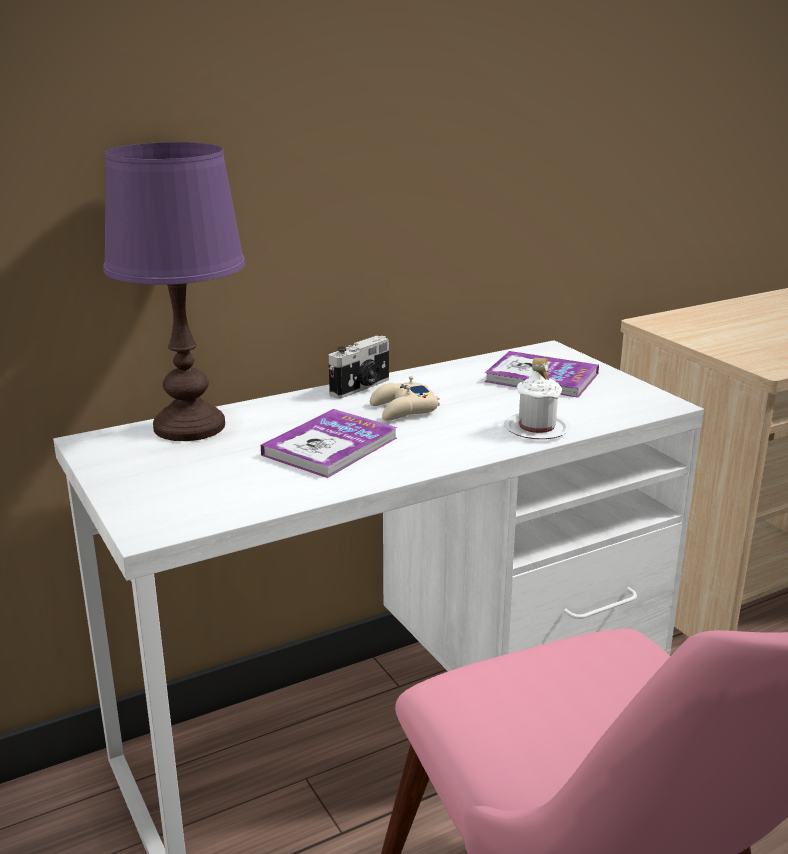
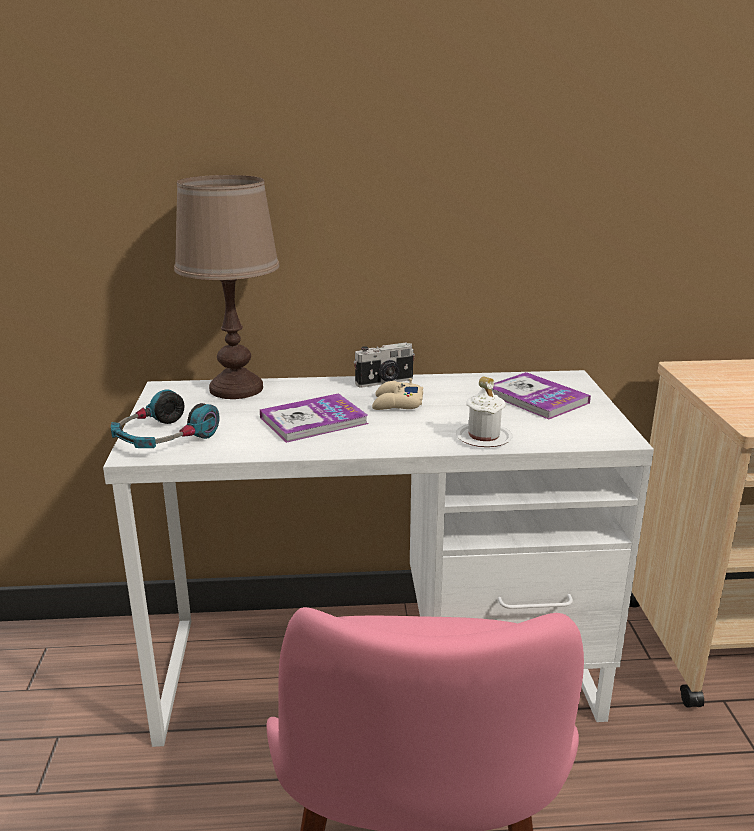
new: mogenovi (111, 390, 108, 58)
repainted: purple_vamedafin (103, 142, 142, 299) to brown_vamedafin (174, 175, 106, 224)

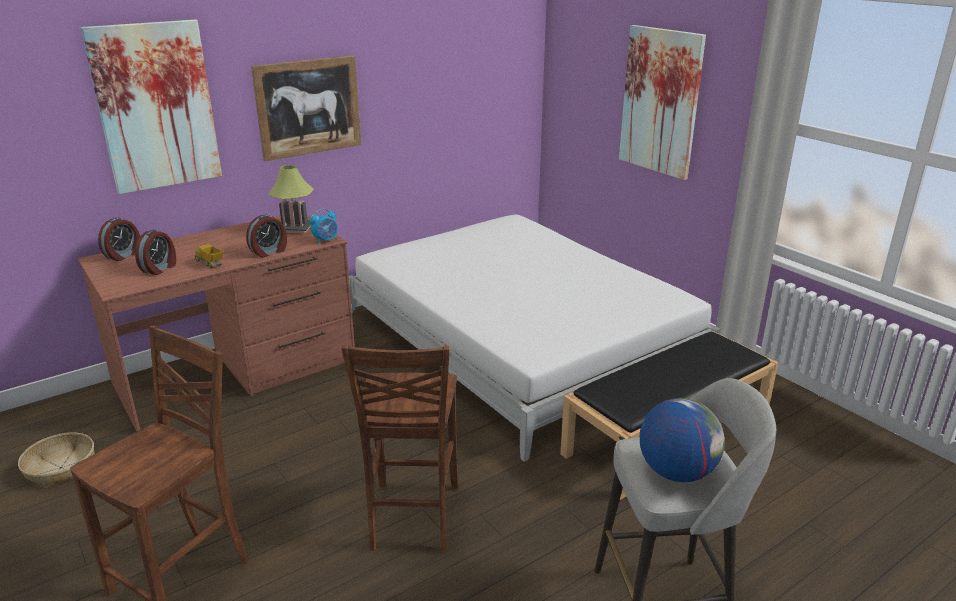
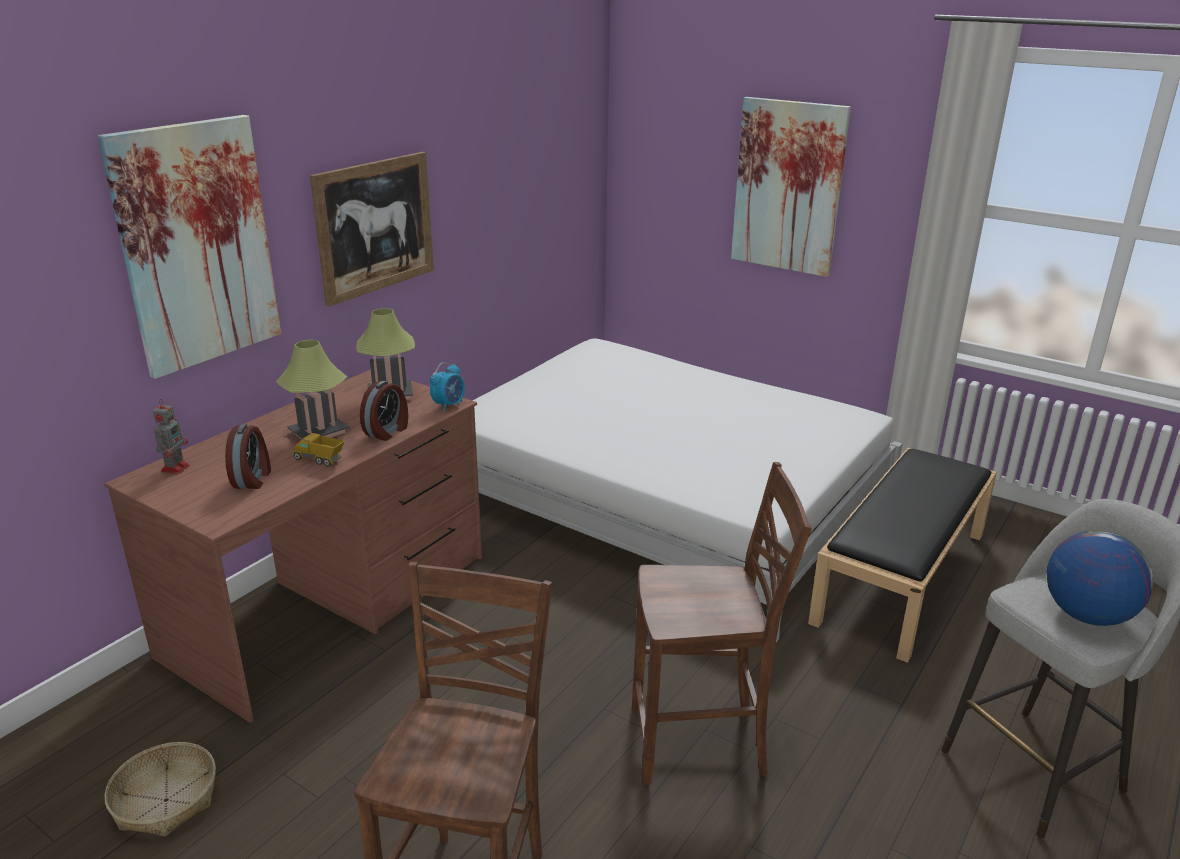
new: vamedafin (276, 340, 73, 99)
swapped: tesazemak (98, 217, 42, 44) to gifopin (153, 399, 37, 75)
rotated: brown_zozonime (341, 345, 117, 207) = (632, 462, 180, 323) 75 degrees counterclockwise

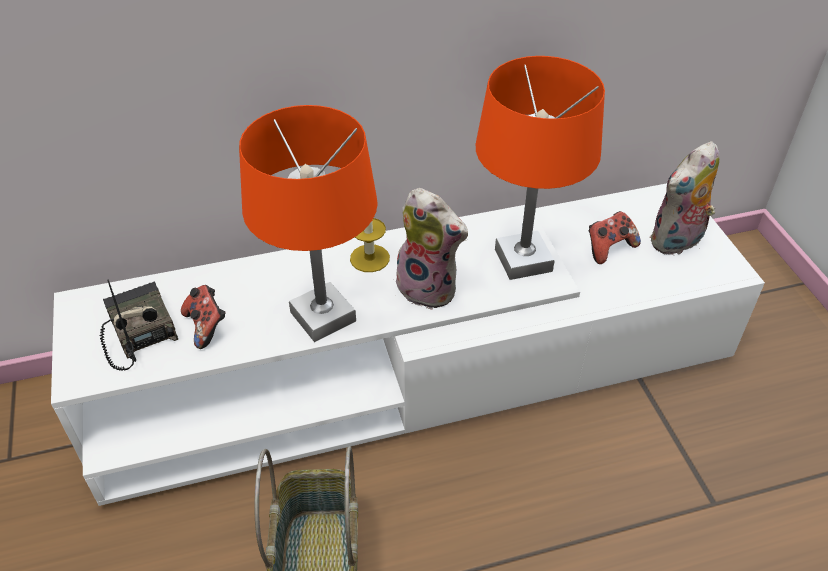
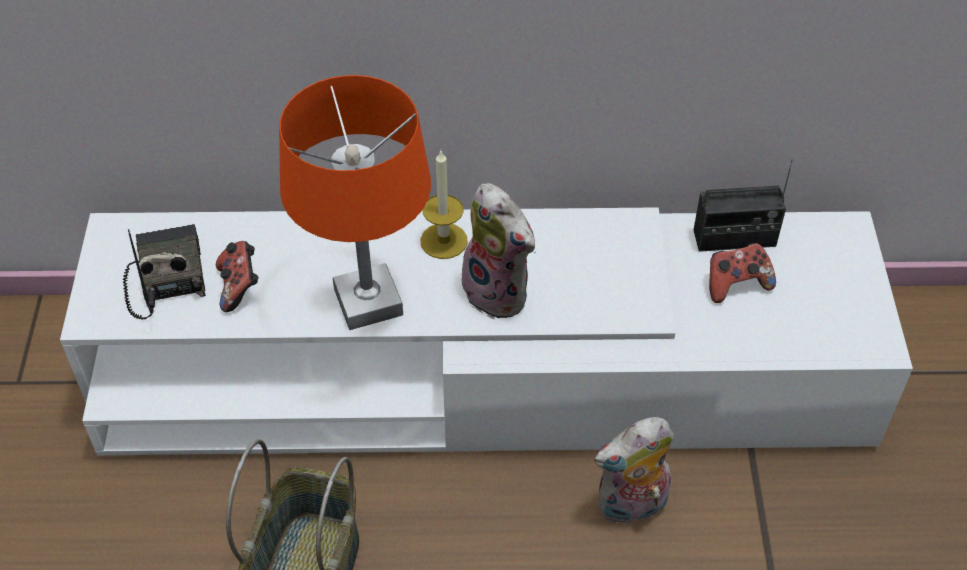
gone: orange_vamedafin (476, 56, 129, 224)
new: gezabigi (694, 160, 99, 92)
shifted: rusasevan (649, 141, 70, 114) to (594, 417, 79, 108)

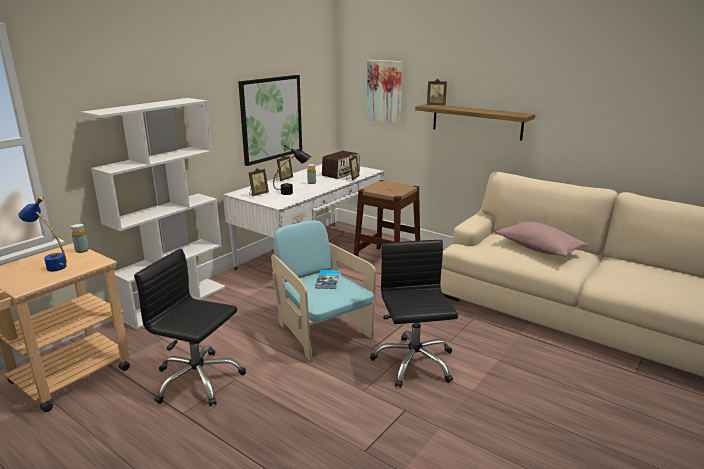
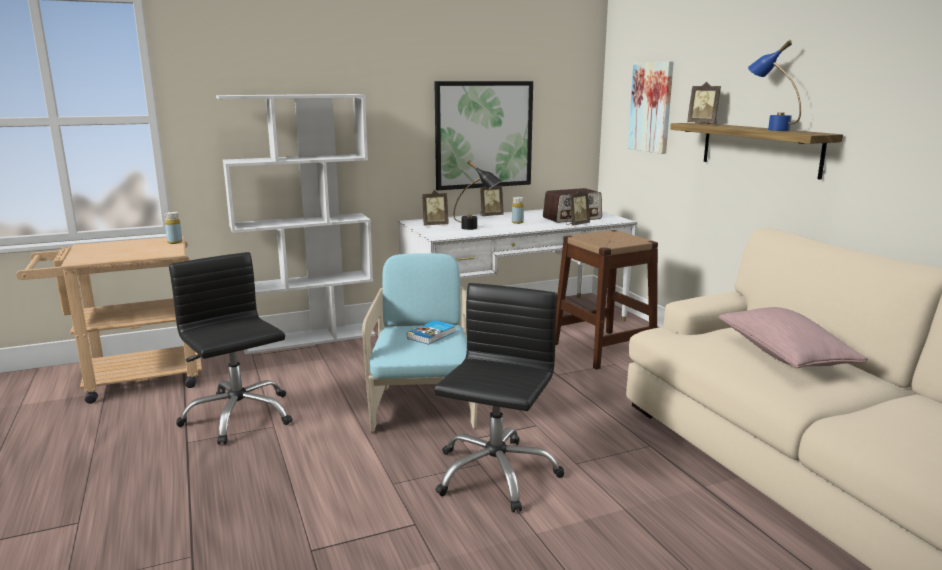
shifted: blue_vamedafin (18, 196, 49, 75) to (748, 40, 53, 91)

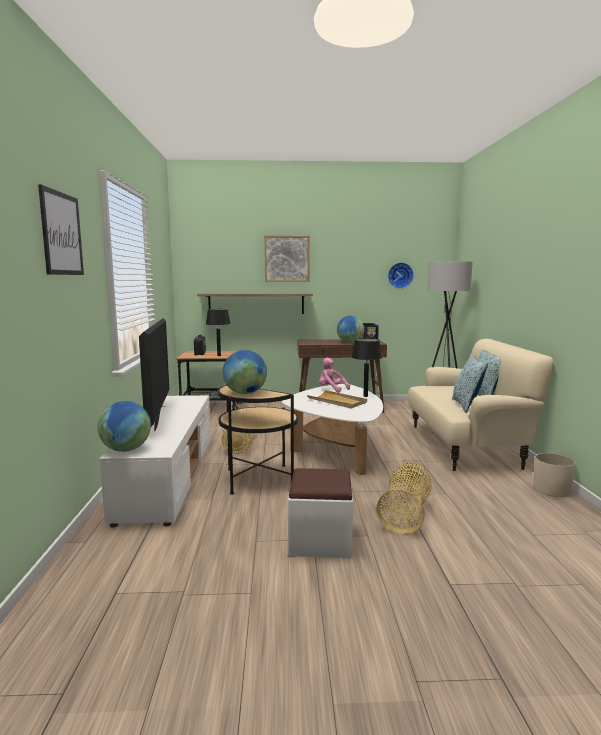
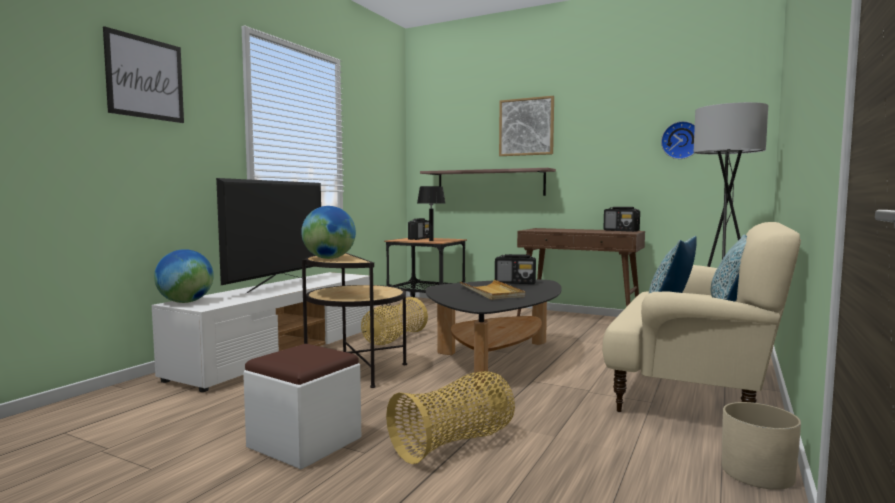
gone: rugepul (337, 316, 27, 27); black_vamedafin (352, 338, 30, 59)
swapped: pink_rusasevan (319, 357, 31, 36) to gezabigi (495, 254, 41, 30)
repainted: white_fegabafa (282, 384, 101, 91) to black_fegabafa (426, 280, 136, 111)

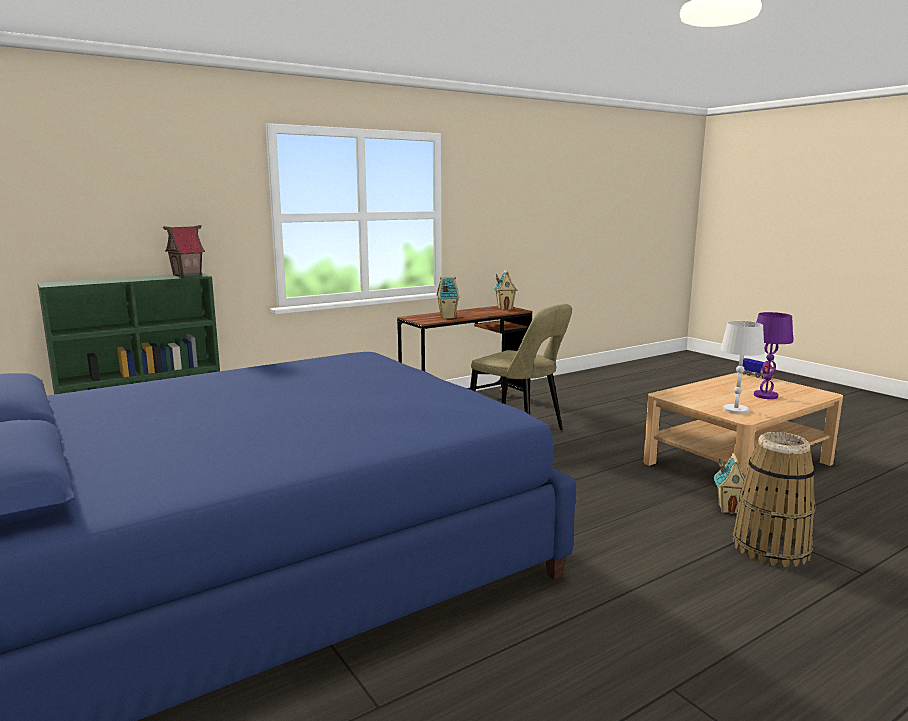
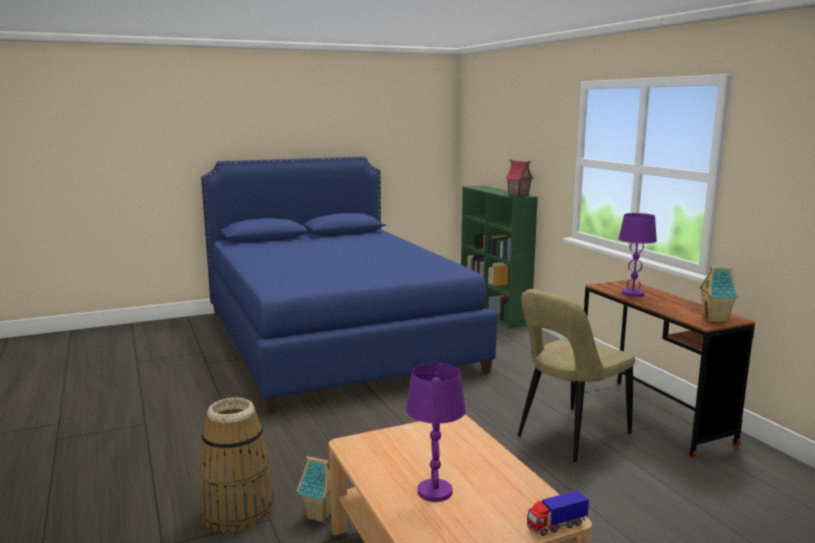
gone: white_vamedafin (721, 321, 44, 93)
swapped: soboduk (437, 276, 23, 42) to purple_vamedafin (619, 213, 38, 84)

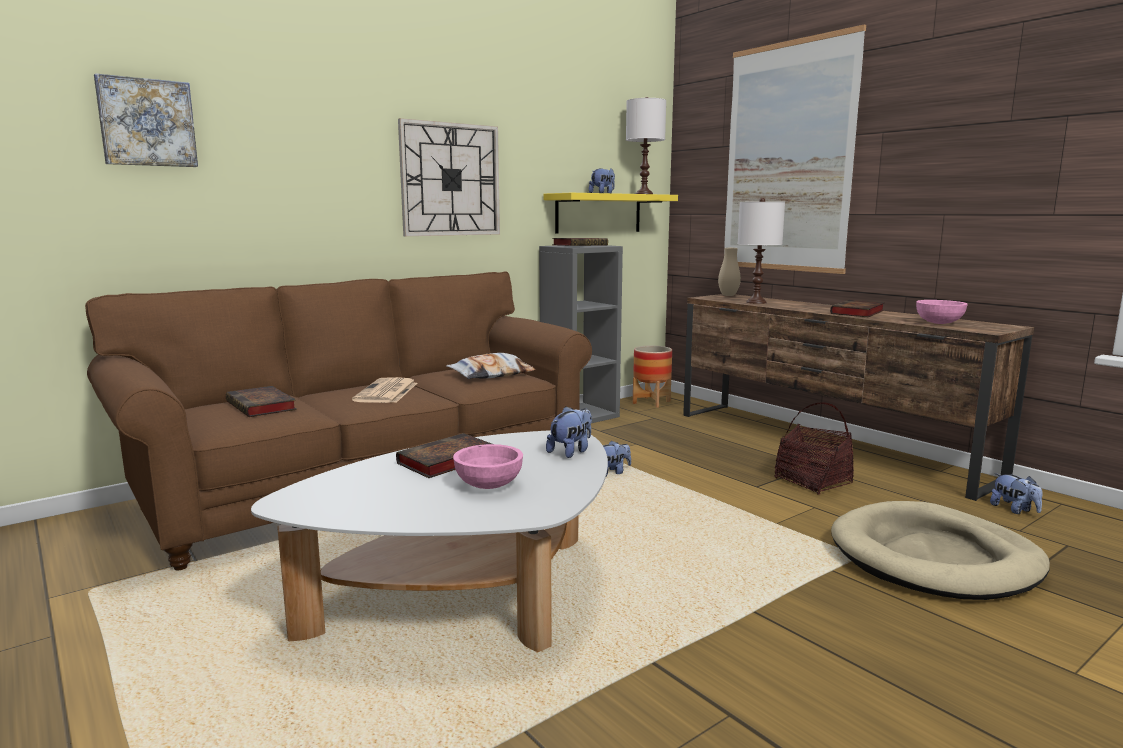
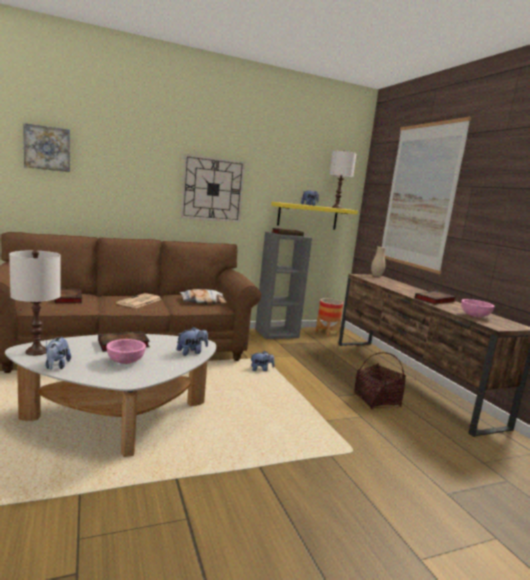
gone: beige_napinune (831, 501, 219, 99)
shifted: white_vamedafin (738, 198, 47, 106) to (9, 250, 52, 106); rusasevan (990, 473, 52, 41) to (45, 336, 26, 34)

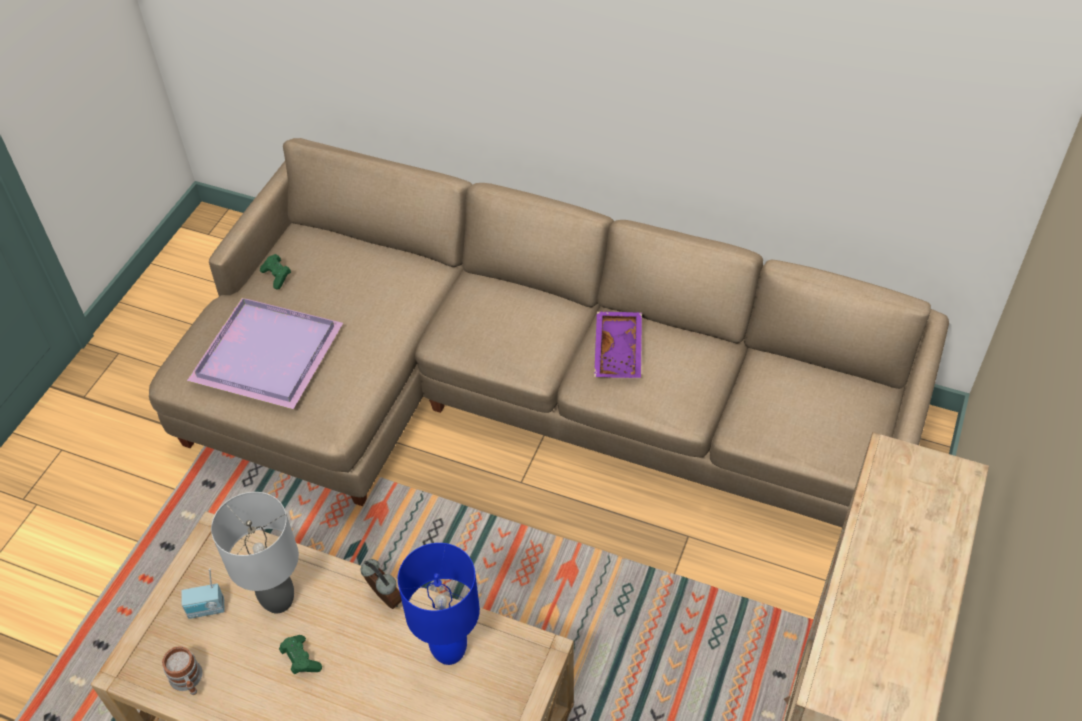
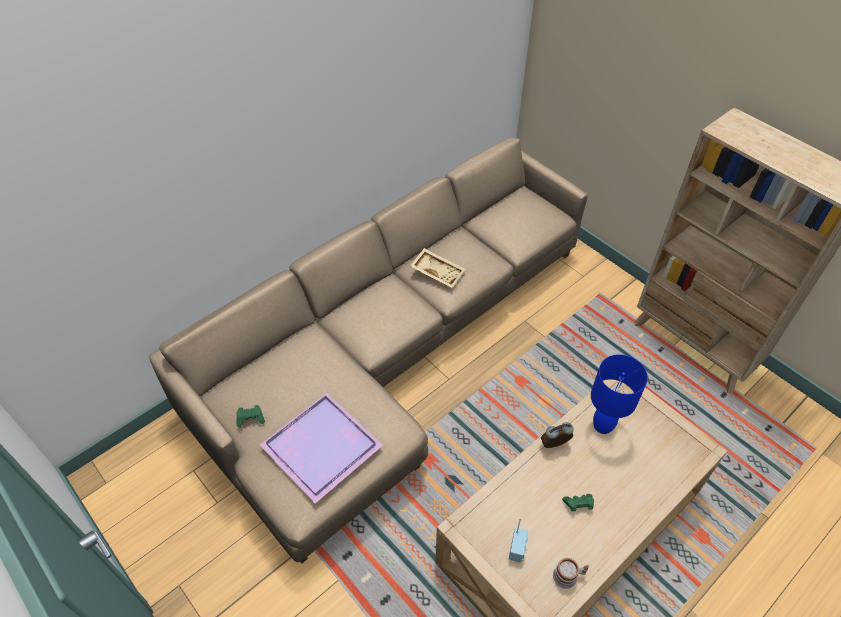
gone: grey_vamedafin (211, 492, 88, 121)
repainted: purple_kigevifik (594, 312, 48, 66) to beige_kigevifik (410, 248, 55, 40)

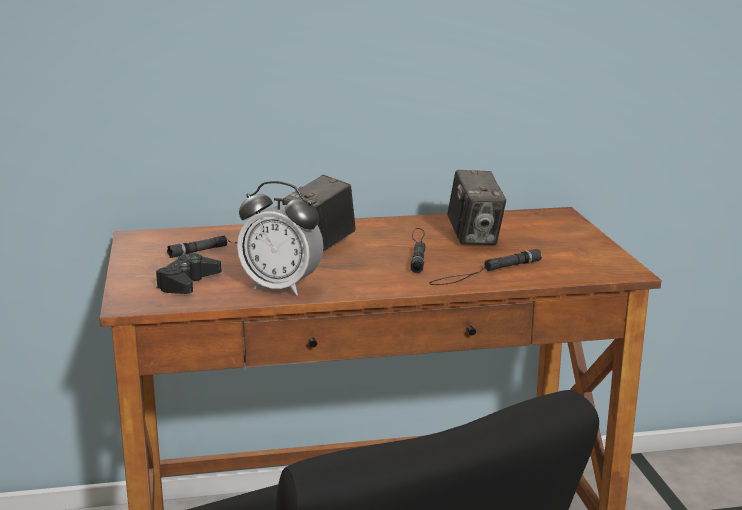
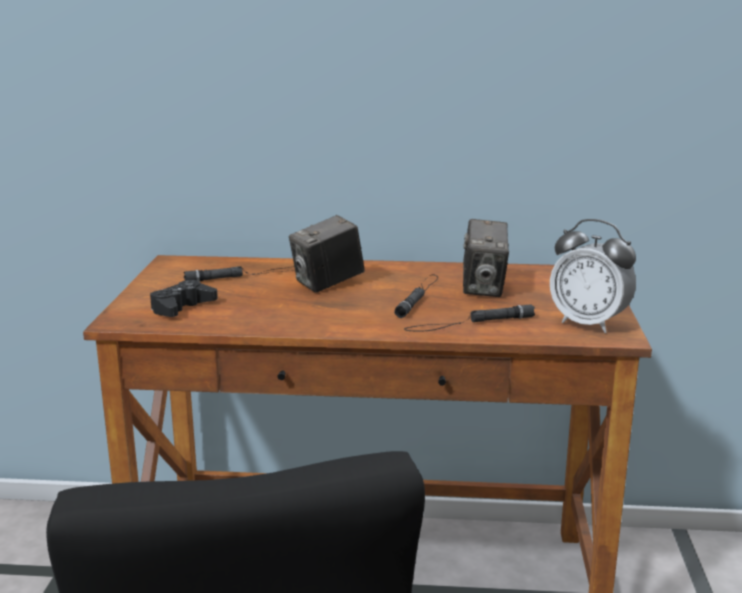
shifted: tesazemak (237, 181, 87, 115) to (550, 219, 86, 114)

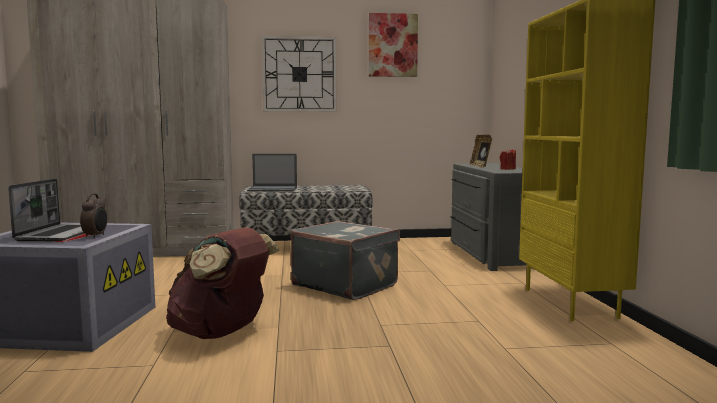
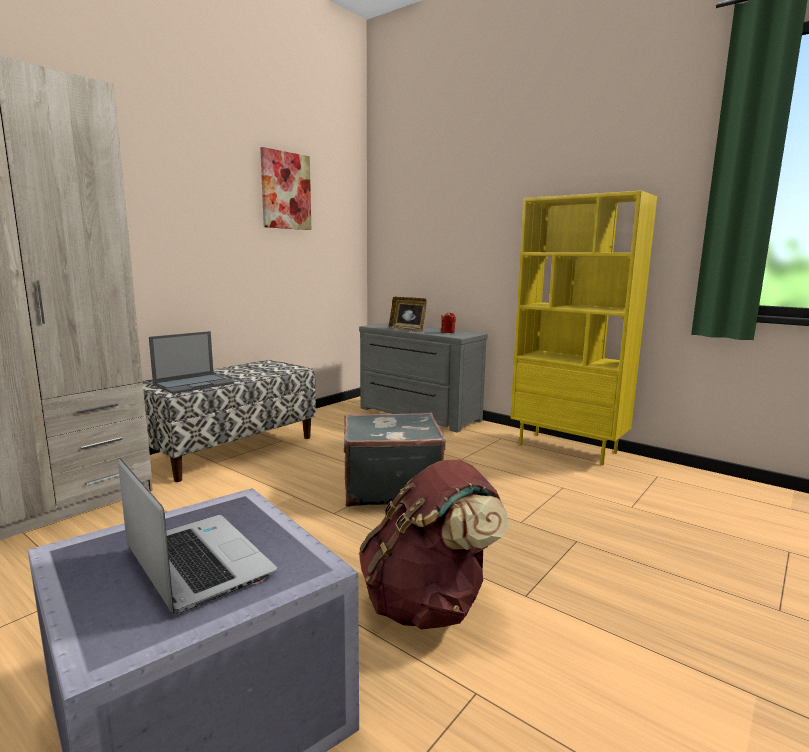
gone: tesazemak (80, 193, 27, 45); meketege (262, 36, 75, 76)

